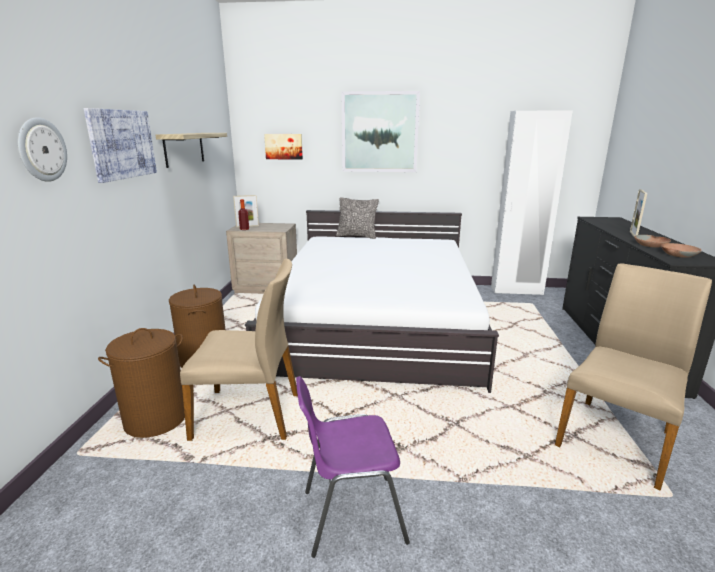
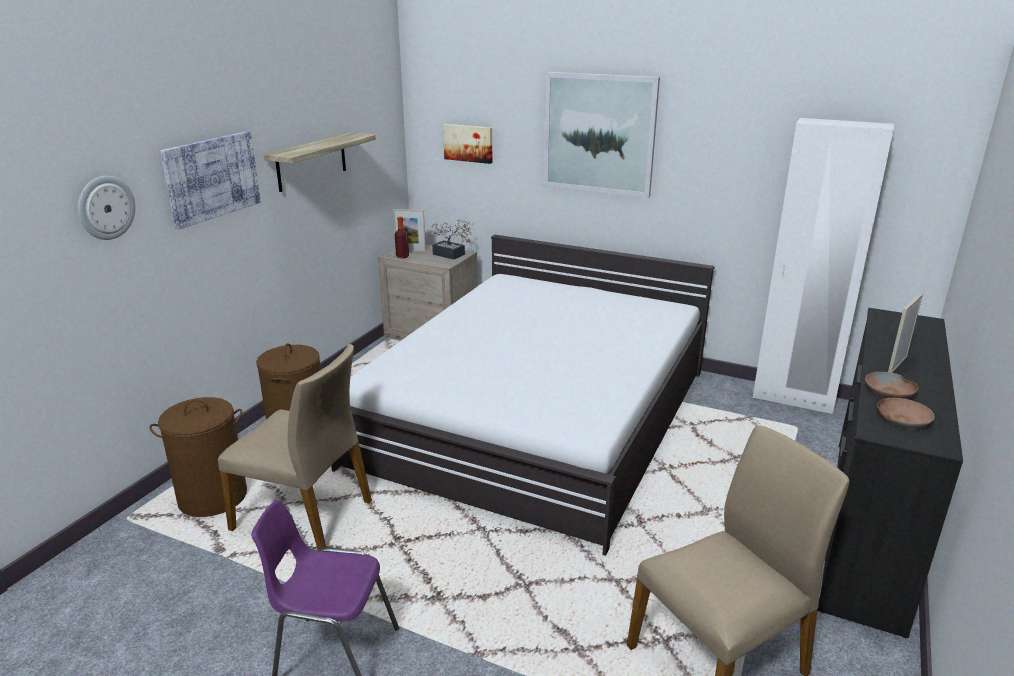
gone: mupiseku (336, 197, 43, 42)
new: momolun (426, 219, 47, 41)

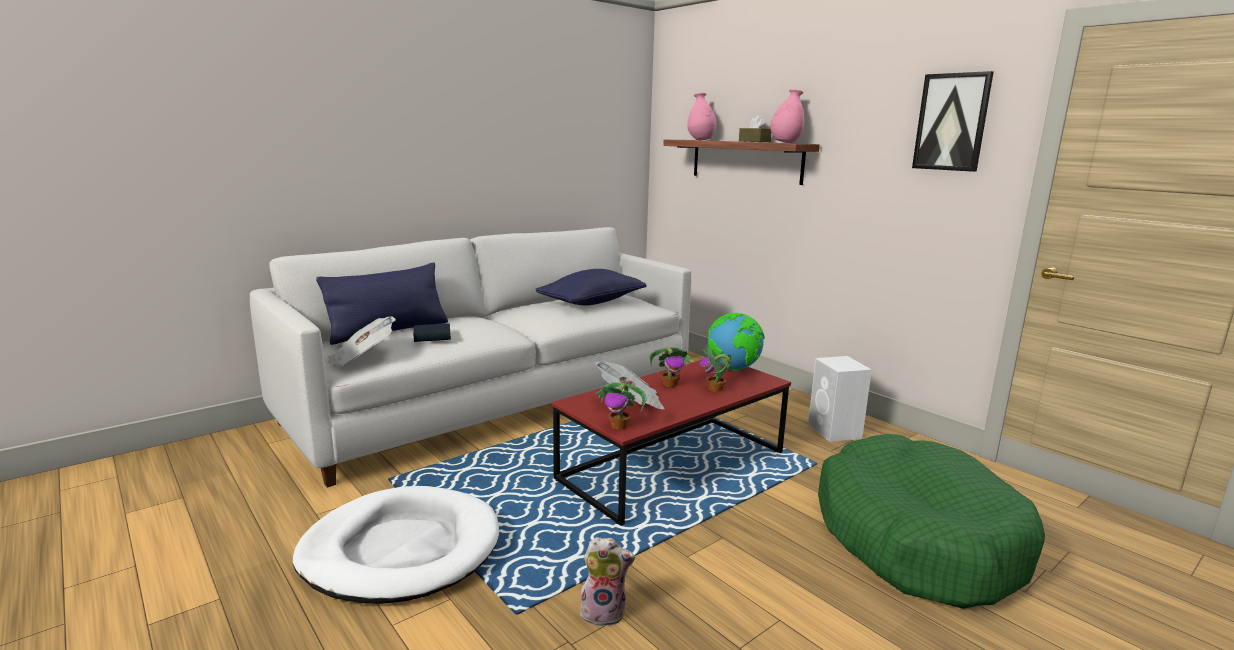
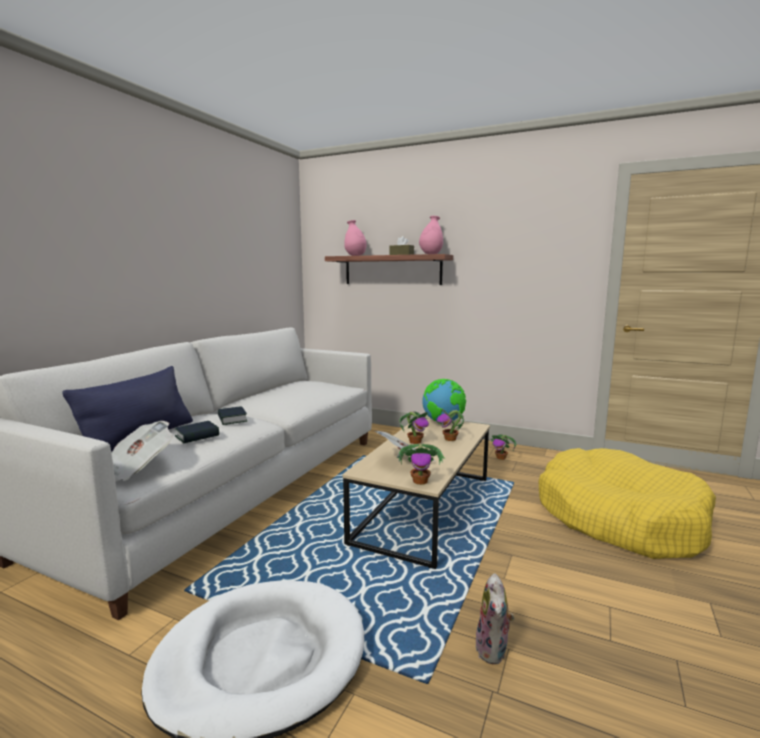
gone: blue_mupiseku (535, 269, 111, 37); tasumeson (912, 71, 82, 101)
new: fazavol (218, 406, 29, 19)
swapped: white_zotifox (808, 356, 64, 86) to momolun (489, 434, 28, 26)
repainted: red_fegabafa (552, 360, 239, 166) to beige_fegabafa (342, 416, 148, 153); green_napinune (818, 434, 227, 175) to yellow_napinune (539, 448, 177, 111)
rotated: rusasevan (580, 537, 55, 90) = (475, 573, 39, 91) 120 degrees clockwise

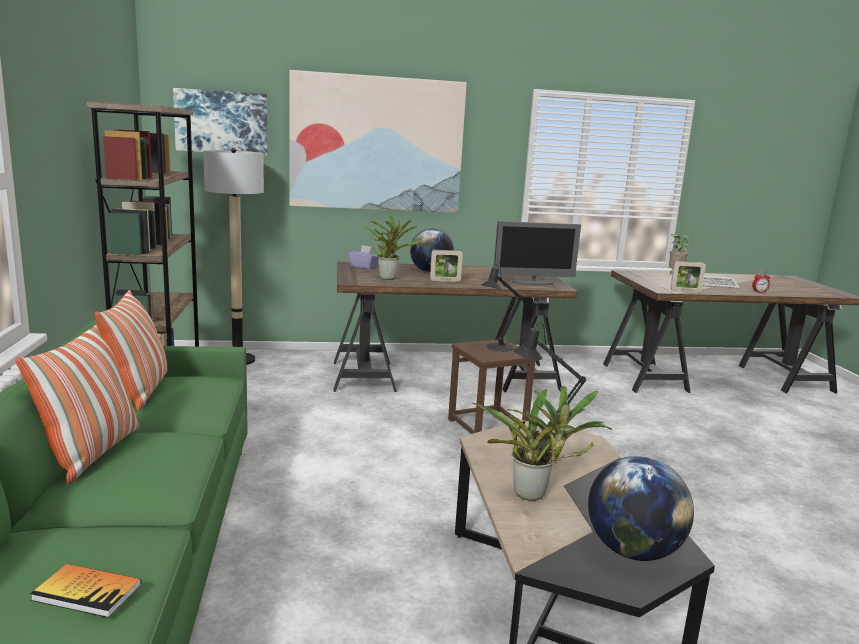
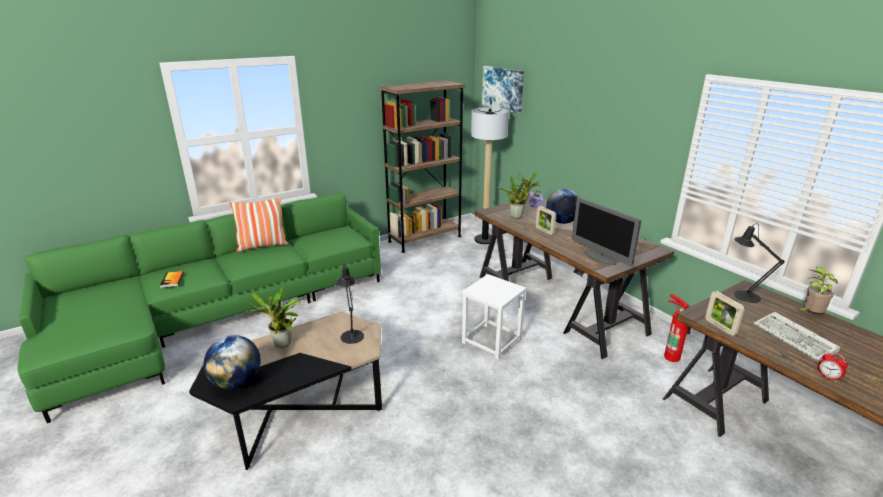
gone: mupiseku (95, 290, 72, 121); tasumeson (289, 70, 178, 143)
new: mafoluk (664, 294, 27, 68)
shifted: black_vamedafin (481, 262, 42, 90) to (734, 223, 50, 80)
repainted: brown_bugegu (448, 339, 88, 95) to white_bugegu (462, 274, 64, 86)

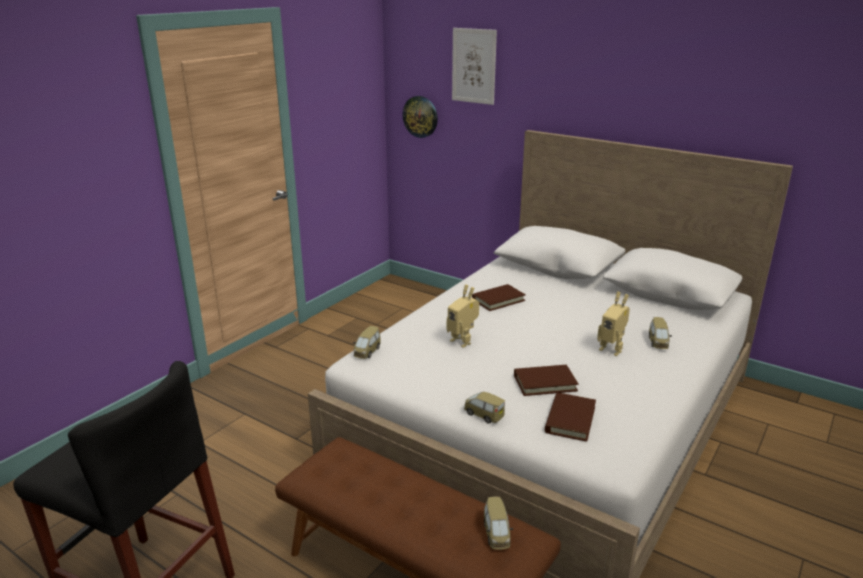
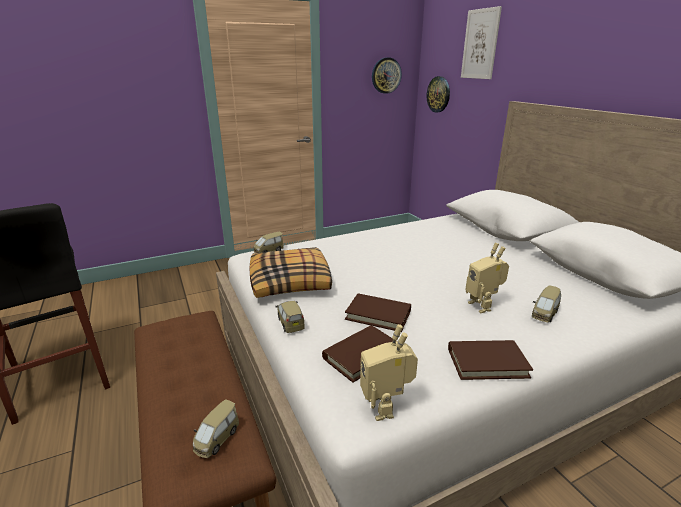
new: mupiseku (250, 247, 82, 51); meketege (372, 57, 30, 37)
shifted: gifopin (447, 284, 32, 64) to (360, 324, 58, 97); brown_fazavol (472, 284, 54, 27) to (448, 340, 85, 40)

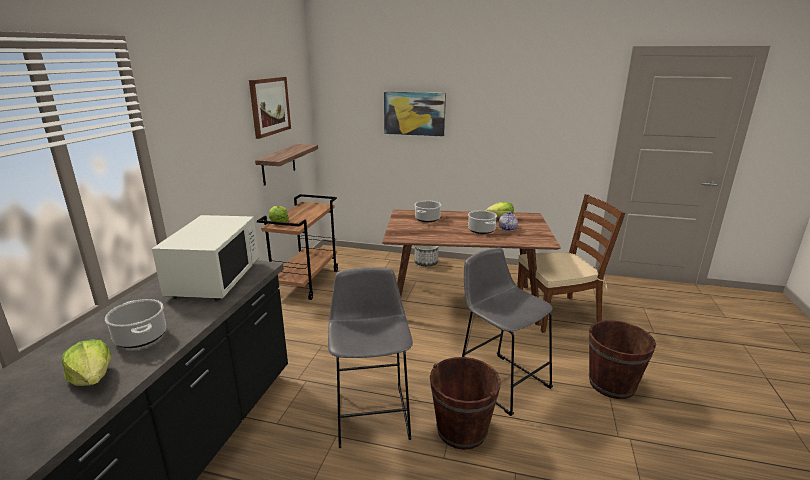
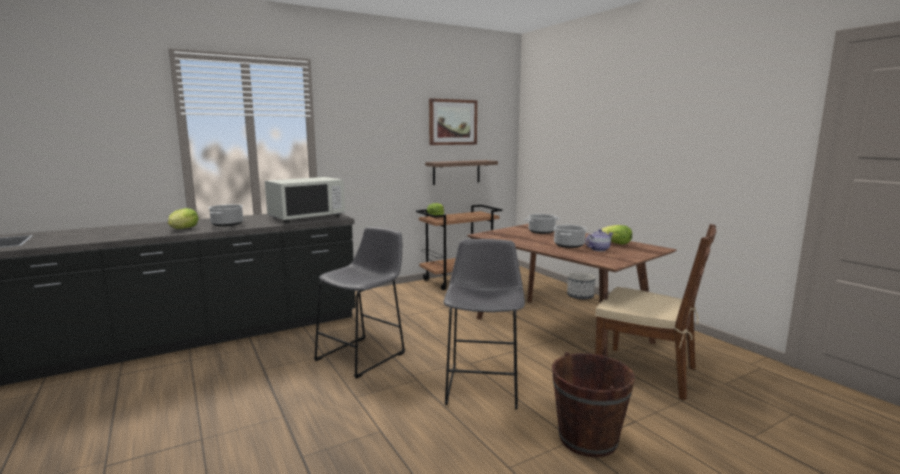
gone: tasumeson (384, 92, 62, 45); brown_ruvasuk (430, 357, 71, 93)

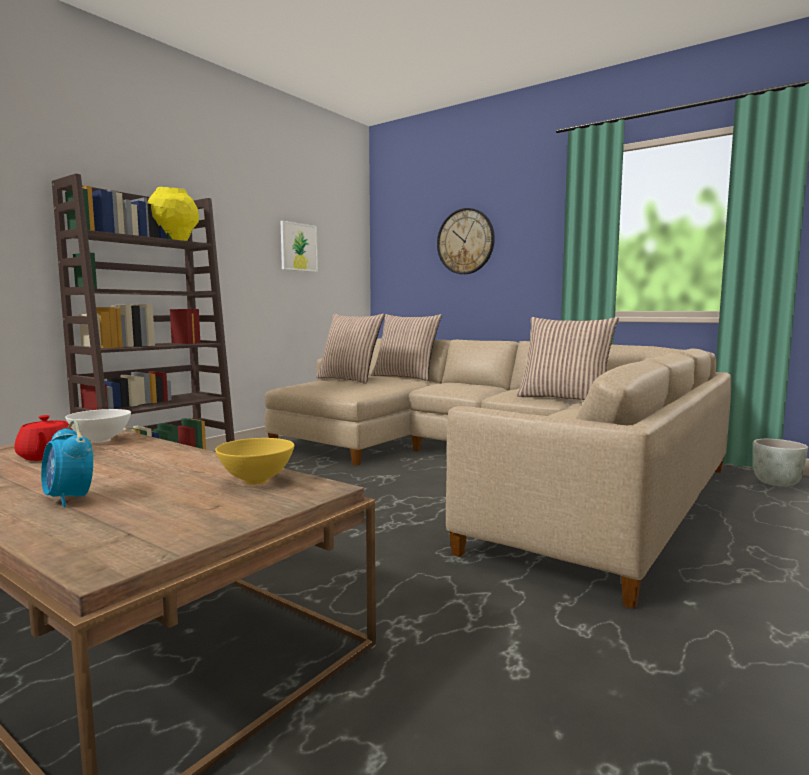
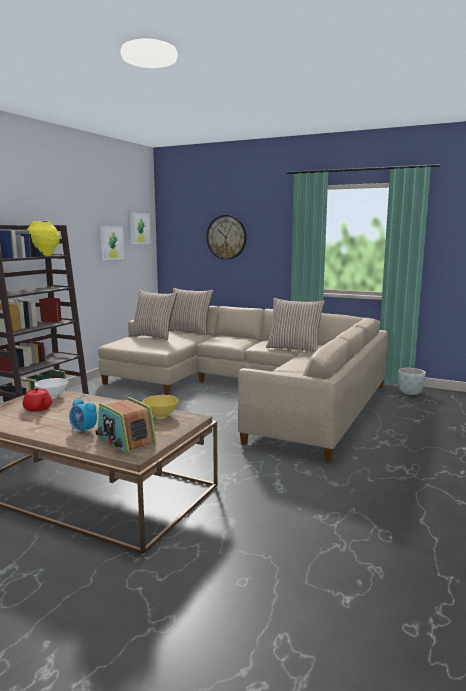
new: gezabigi (95, 397, 62, 57); tasumeson (130, 213, 21, 31)

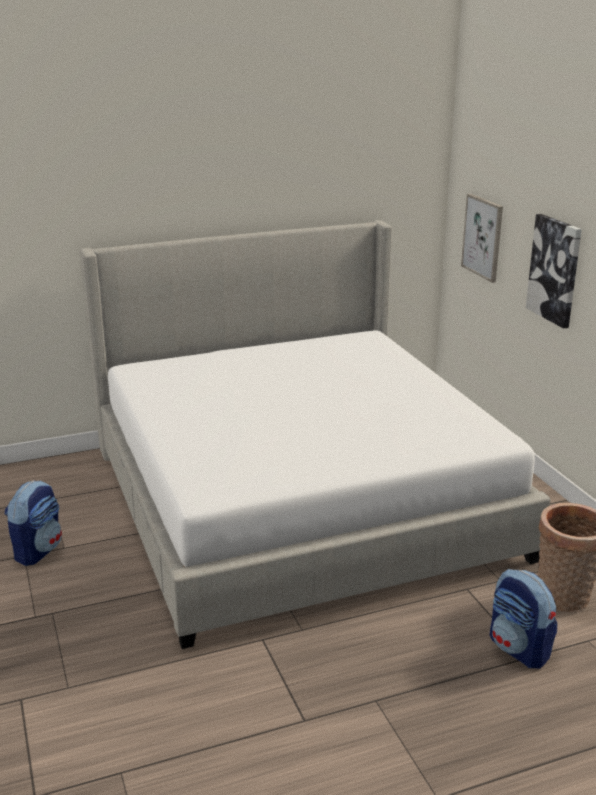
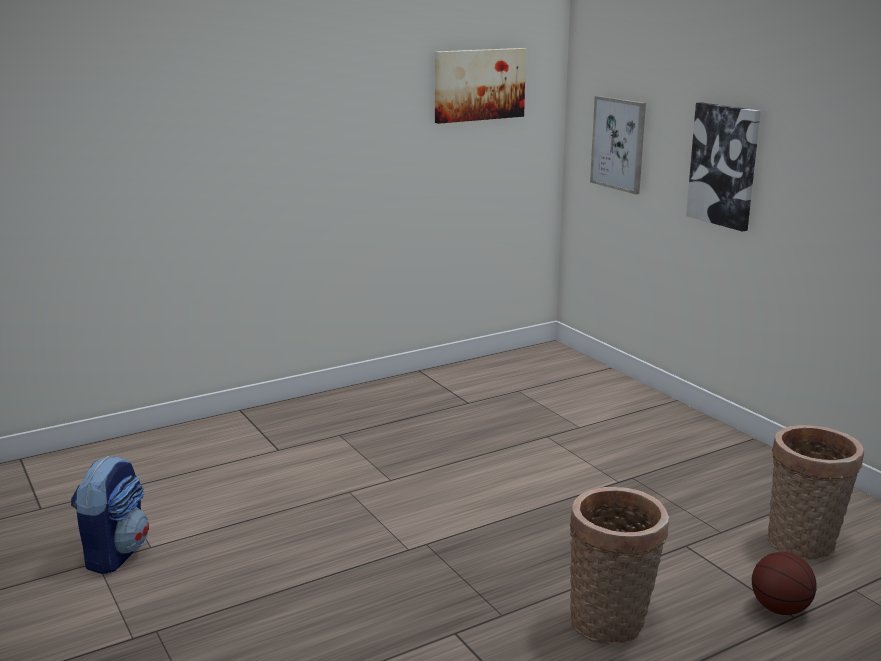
gone: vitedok (79, 220, 472, 429)
new: tasumeson (435, 48, 91, 76); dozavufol (570, 487, 99, 158)
swapped: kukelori (490, 569, 67, 99) to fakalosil (752, 552, 65, 63)

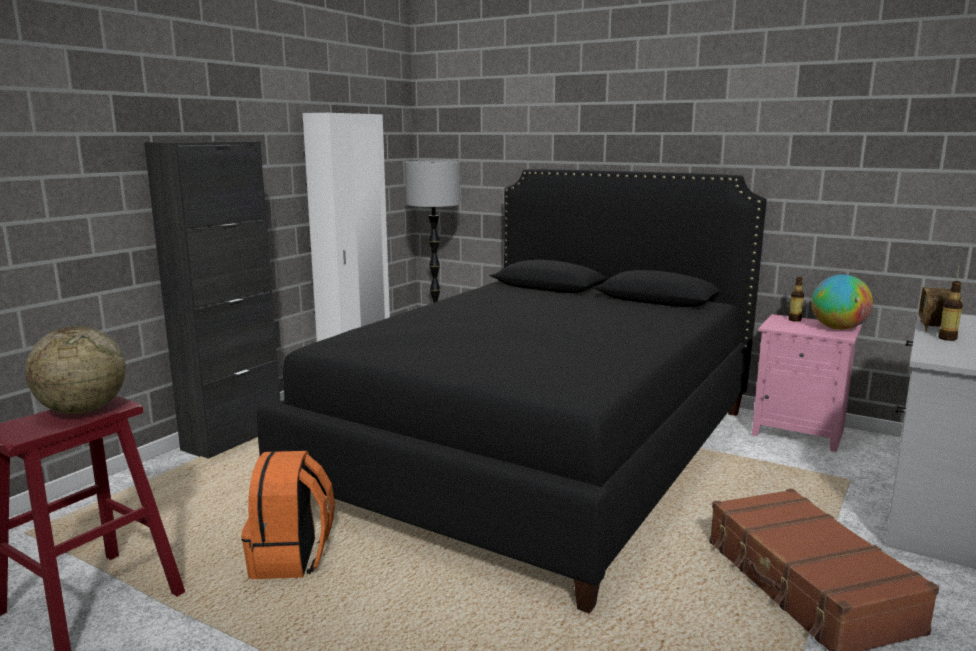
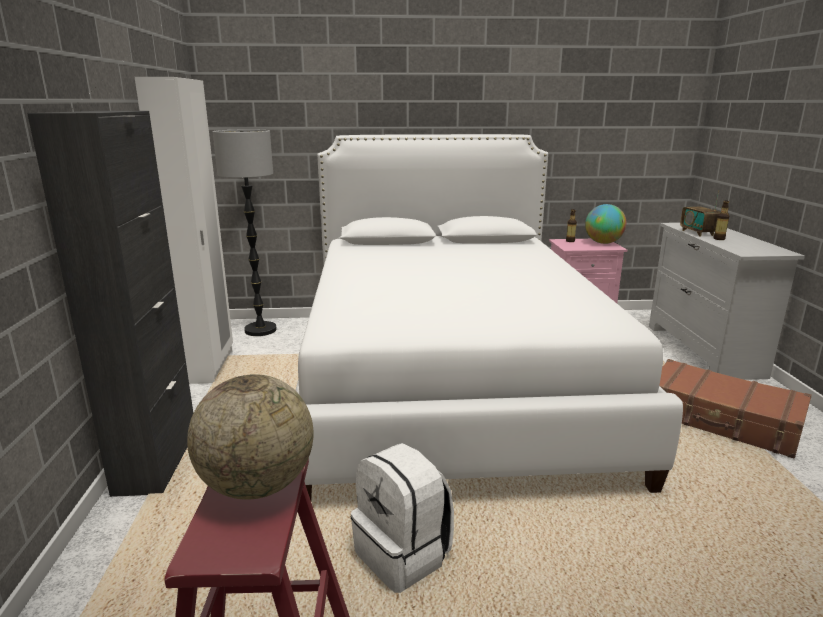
repainted: orange_kukelori (241, 451, 94, 128) to white_kukelori (351, 443, 103, 150); black_vitedok (257, 169, 510, 445) to white_vitedok (295, 134, 388, 366)

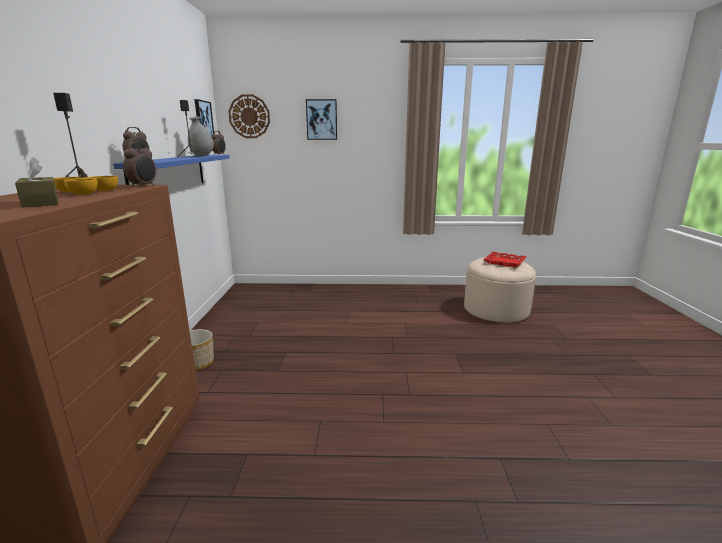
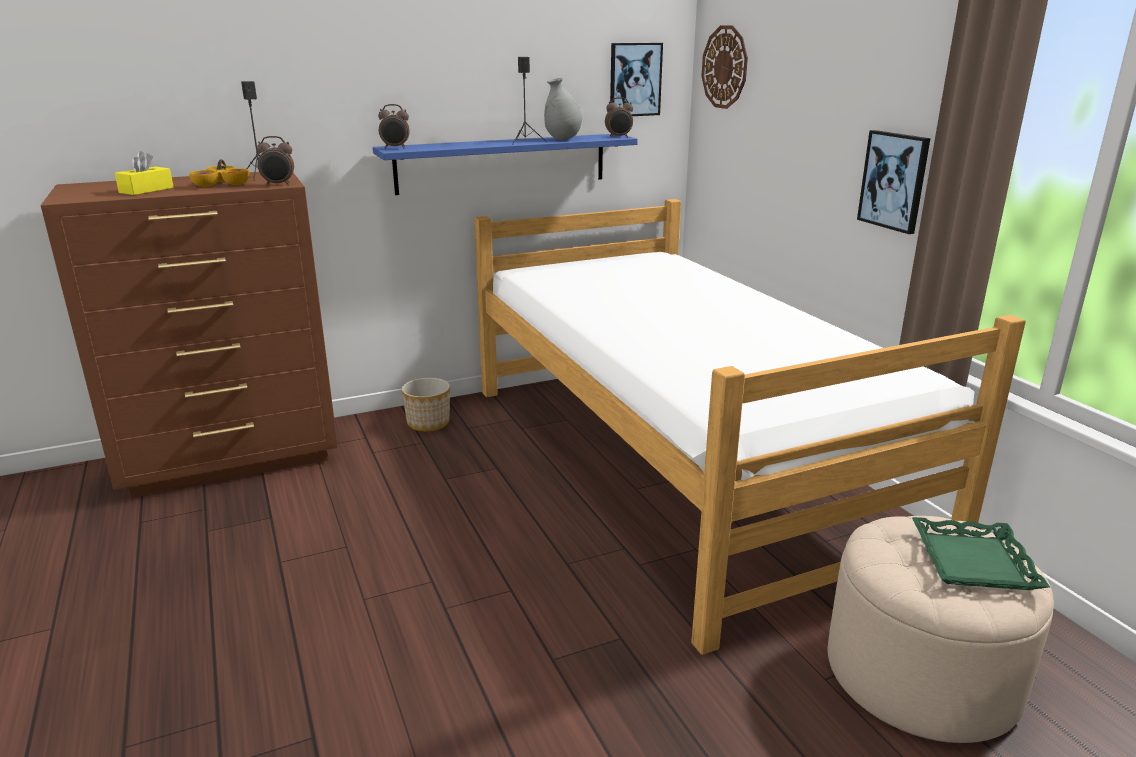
new: vitedok (474, 199, 552, 456)
shifted: tasumeson (306, 99, 31, 41) to (857, 130, 74, 104)
repainted: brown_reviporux (15, 156, 43, 52) to yellow_reviporux (115, 151, 59, 44); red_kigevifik (484, 252, 42, 16) to green_kigevifik (912, 517, 138, 73)

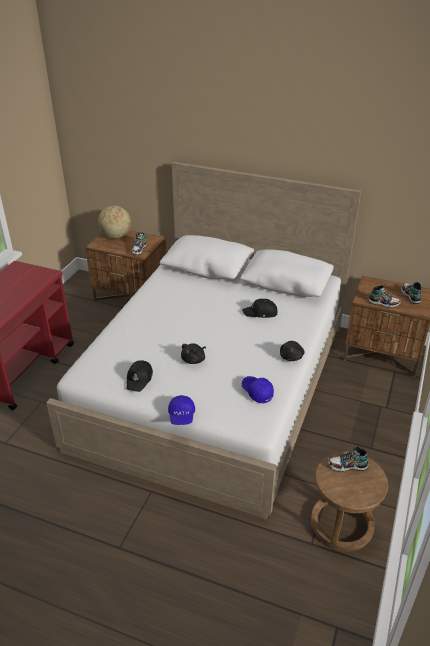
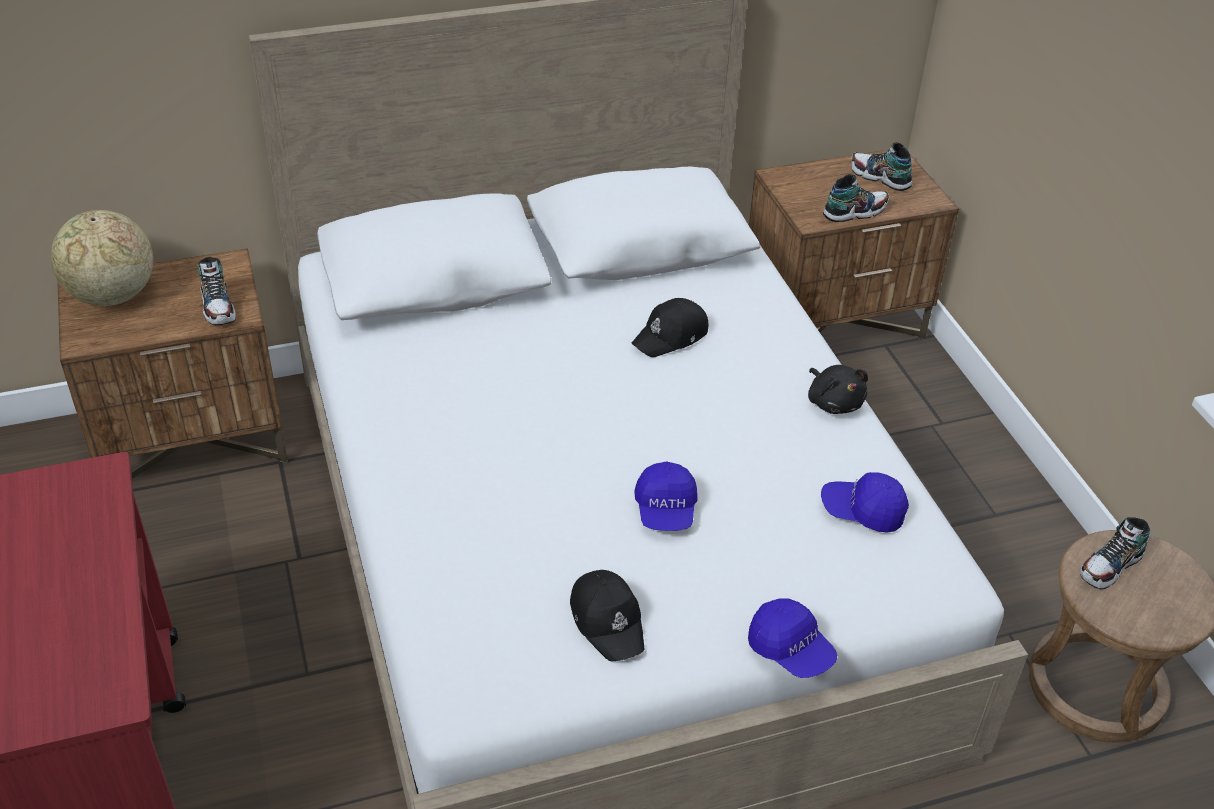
swapped: black_rusasevan (181, 343, 25, 21) to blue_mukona (634, 462, 64, 69)

